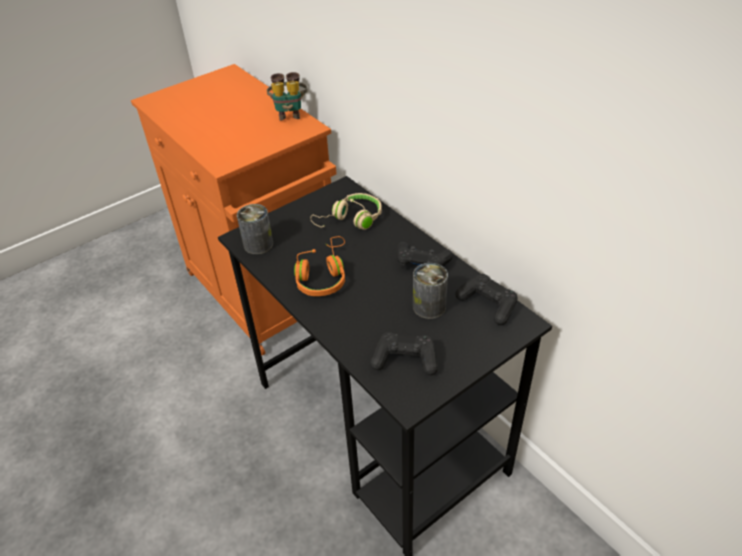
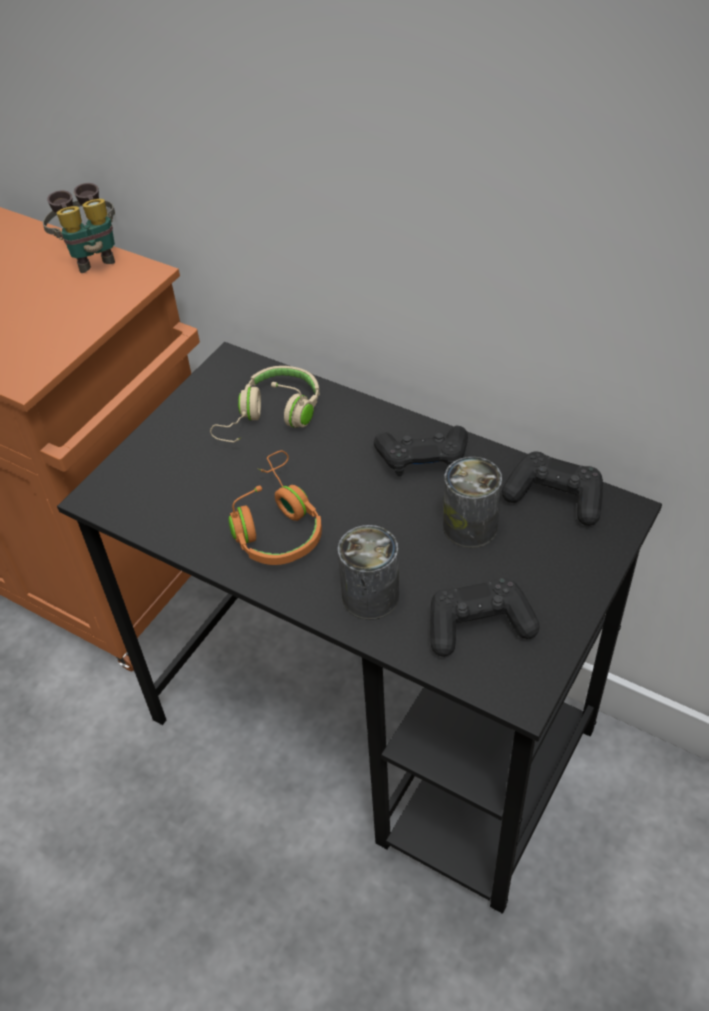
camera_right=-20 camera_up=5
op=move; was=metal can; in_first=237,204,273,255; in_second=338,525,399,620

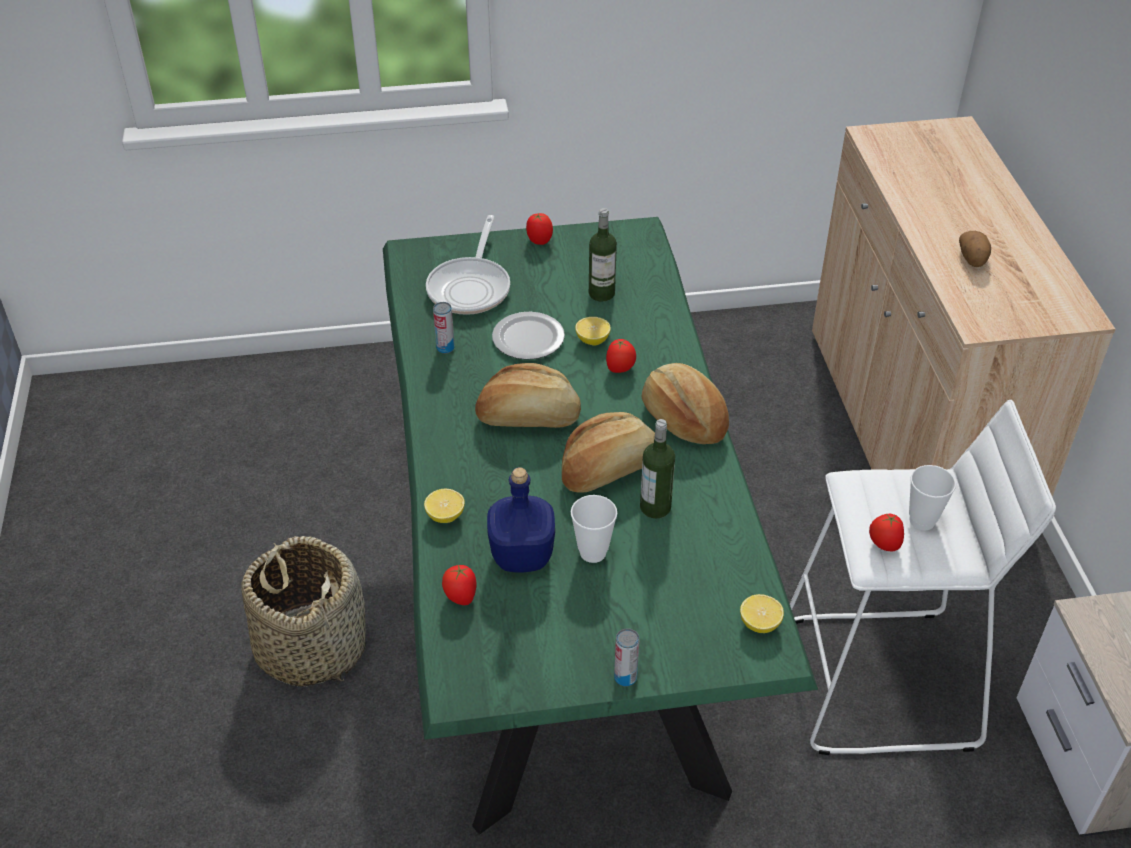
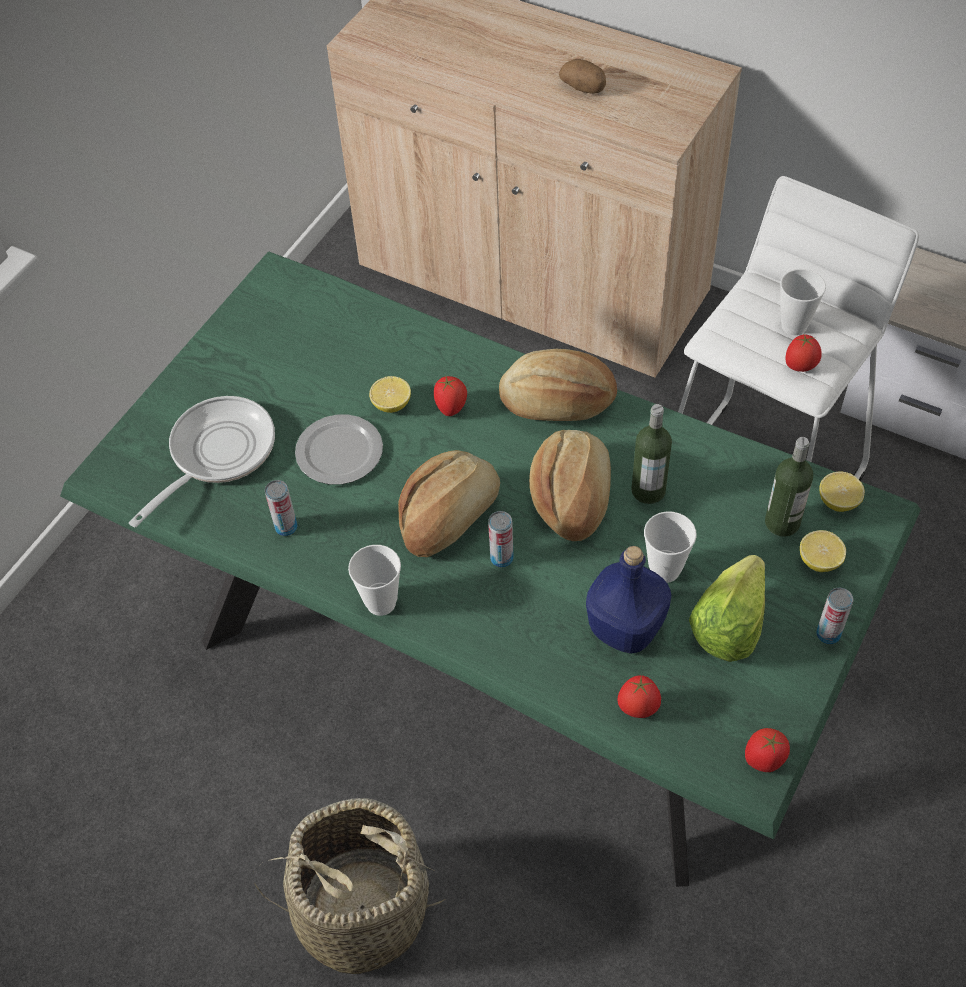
camera_right=-50 camera_up=10
op=move; was=beverage bottle; in_first=589,208,617,302; in_second=765,437,813,537
op=move; was=whole tomato; in_first=526,213,553,245; in_second=745,728,790,772
op=rotate; was=skillet; in_first=426,215,510,315; in_second=129,396,275,527; clockwise=-105
op=move; was=whole lemon; in_first=424,489,465,523; in_second=800,530,846,572
op=insert; now=metal can; in_second=488,511,513,567
op=insert; now=small cup; in_second=348,545,401,616
op=insert; now=lettuce head; in_second=689,555,765,662

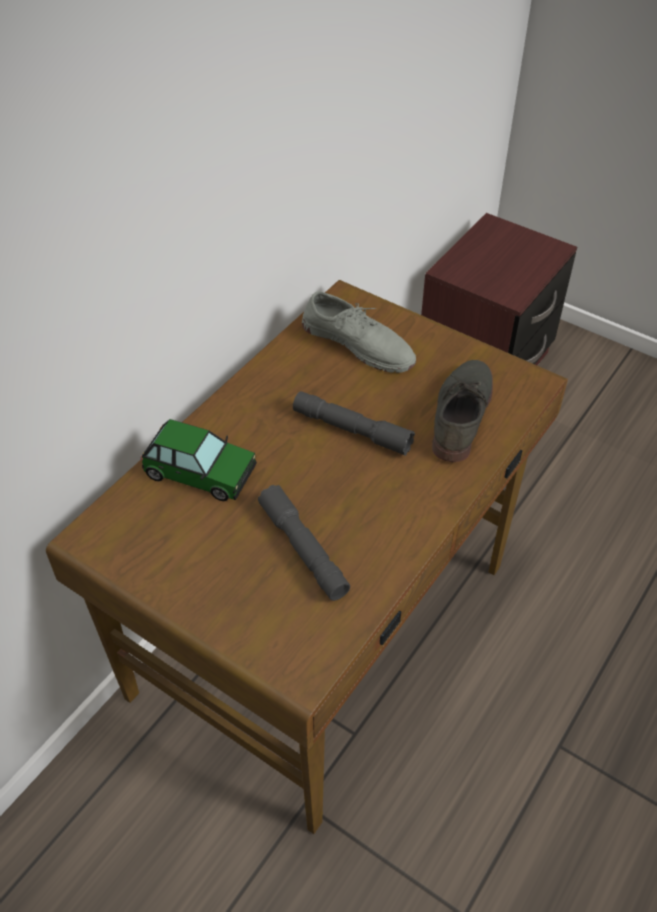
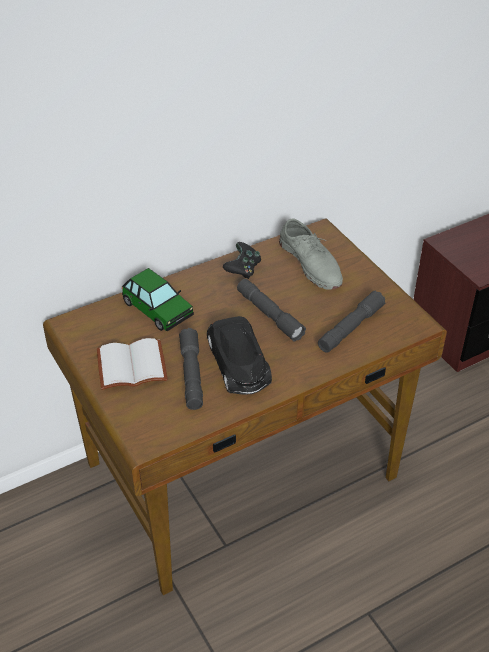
camera_right=25 camera_up=-5
op=replace; was=grey item of footwear; now=grey flashlight; in_first=432,360,493,463; in_second=318,291,386,353
op=insert; now=black game controller; in_second=223,242,261,279
op=insert; now=black toy car; in_second=207,316,272,395
op=insert; now=whitish volume; in_second=97,338,168,390

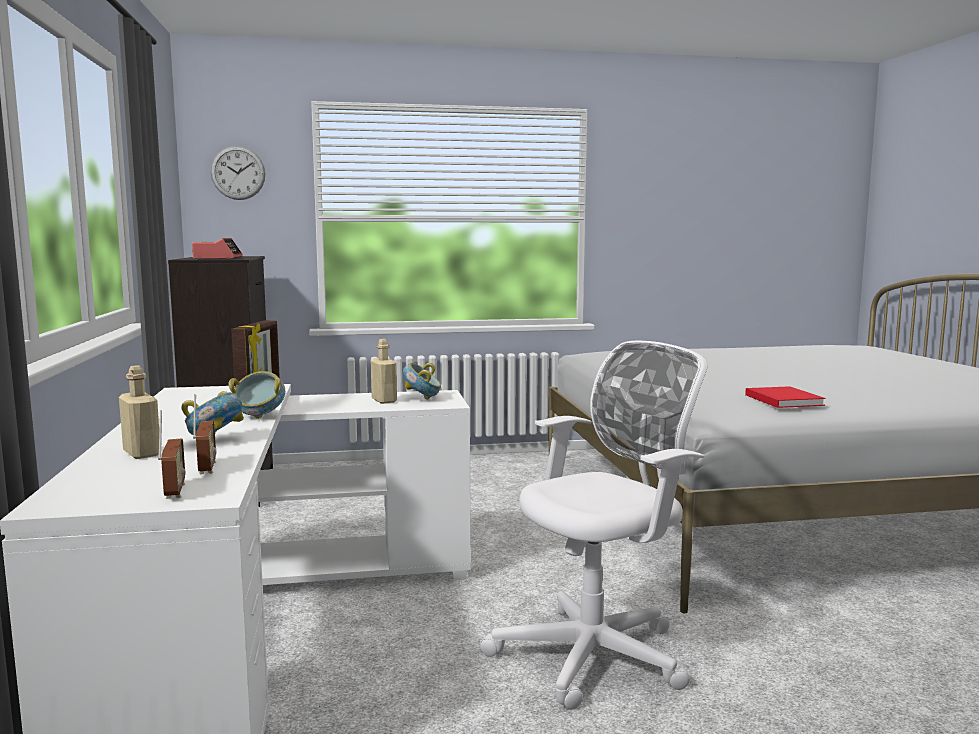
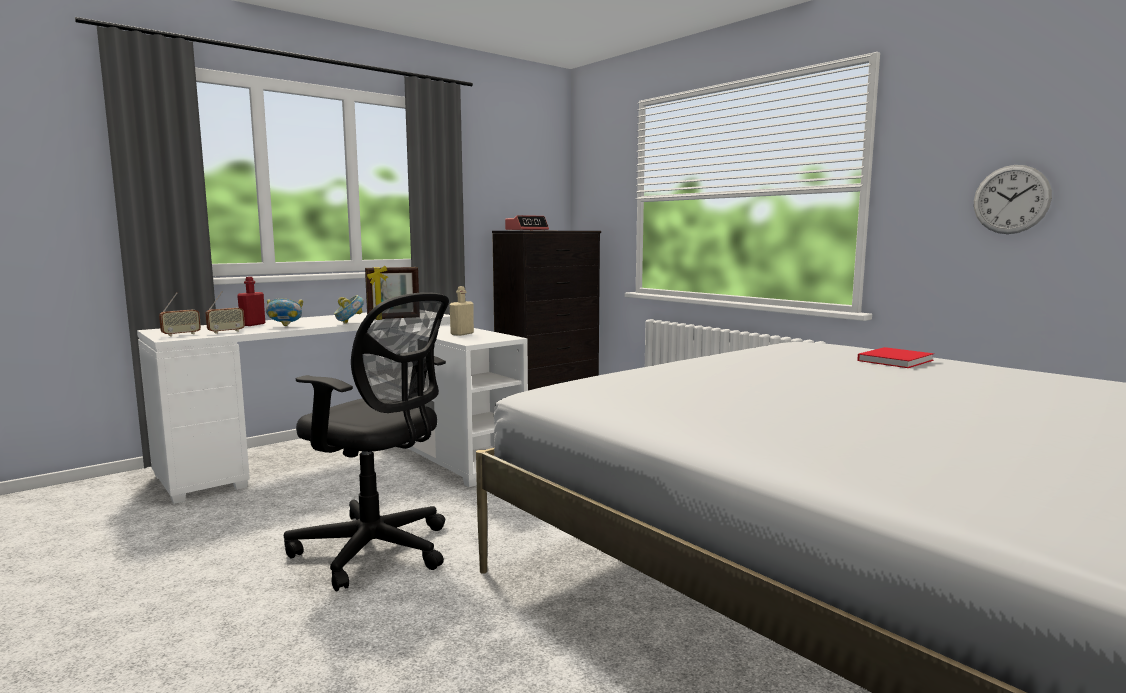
camera_right=60 camera_up=0
op=move; was=clock on the wall; in_first=211,146,265,200; in_second=974,165,1052,234
op=recolor; was=whitish office chair; now=black office chair; in_first=480,341,708,710; in_second=284,292,449,592
op=delete; was=bowl; in_first=403,363,441,400
op=recolor; was=beige beverage bottle; now=red-coloured beverage bottle; in_first=119,365,159,459; in_second=237,277,265,326
op=move; was=red-coloured volume; in_first=745,386,825,408; in_second=857,347,934,368

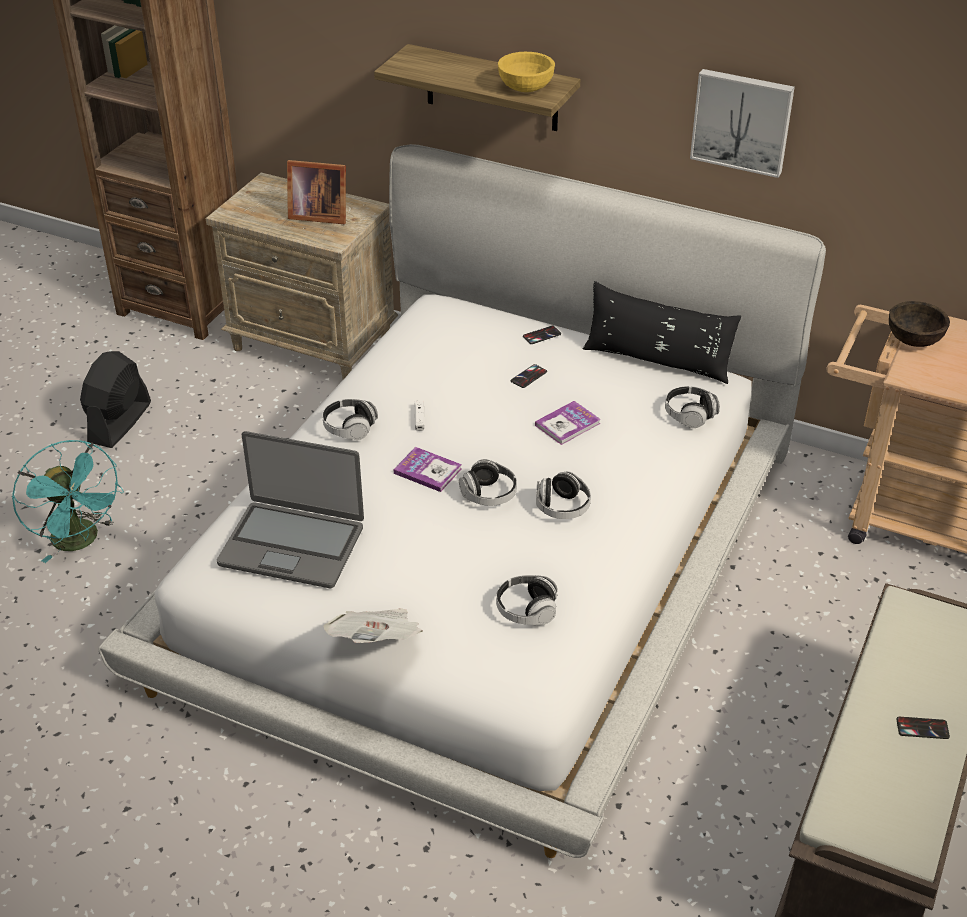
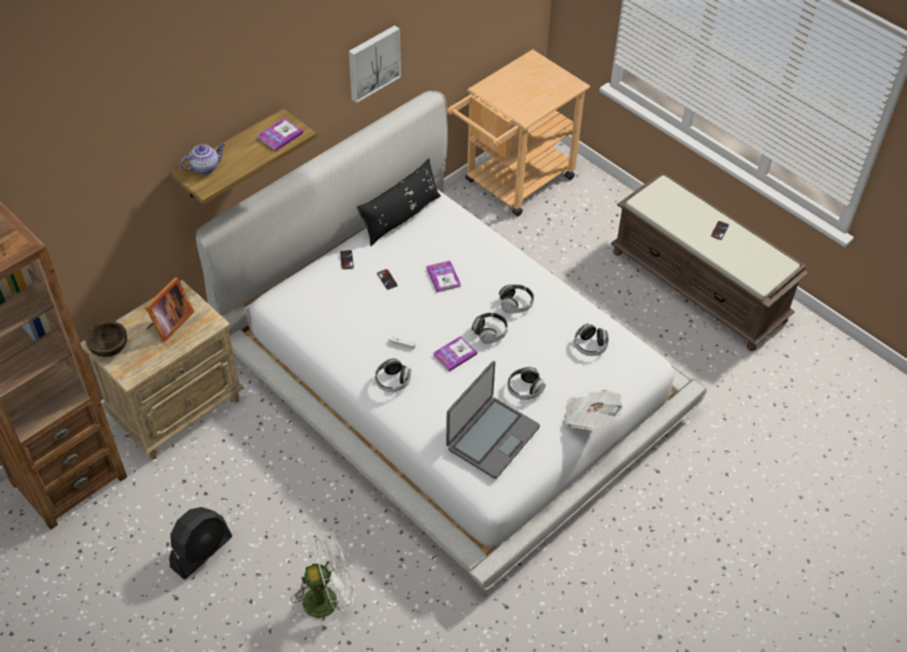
camera_right=-70 camera_up=10
op=replace; was=yellow bowl; now=volume; in_first=498,52,555,92; in_second=257,118,303,151
op=move; was=brownish bowl; in_first=889,301,950,347; in_second=85,321,127,357
op=rotate; was=black fan; in_first=80,351,151,448; in_second=169,507,232,579; clockwise=-90
op=move; was=headset; in_first=665,386,720,428; in_second=507,367,545,400
op=recolor; was=blue-green fan; now=whitish fan; in_first=12,440,124,563; in_second=291,532,354,627
op=insert; now=teapot; in_second=180,144,225,174

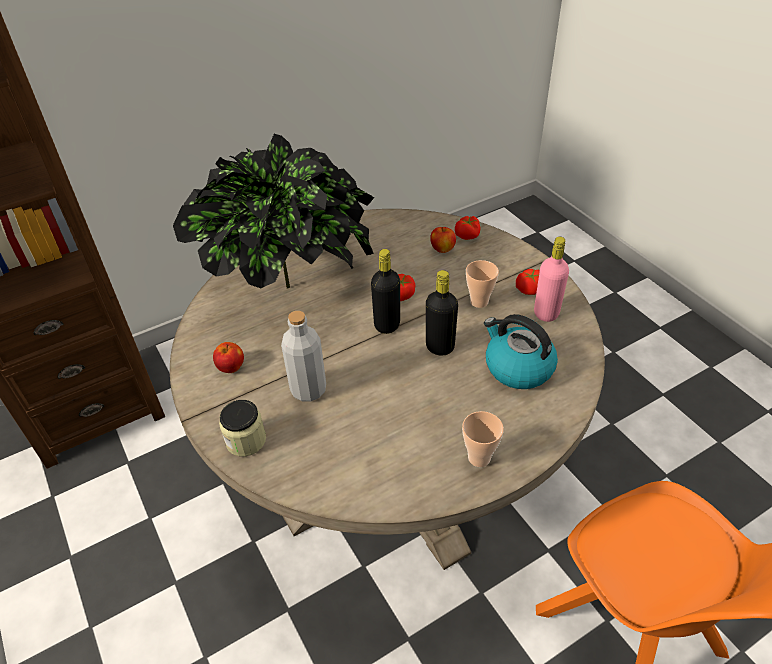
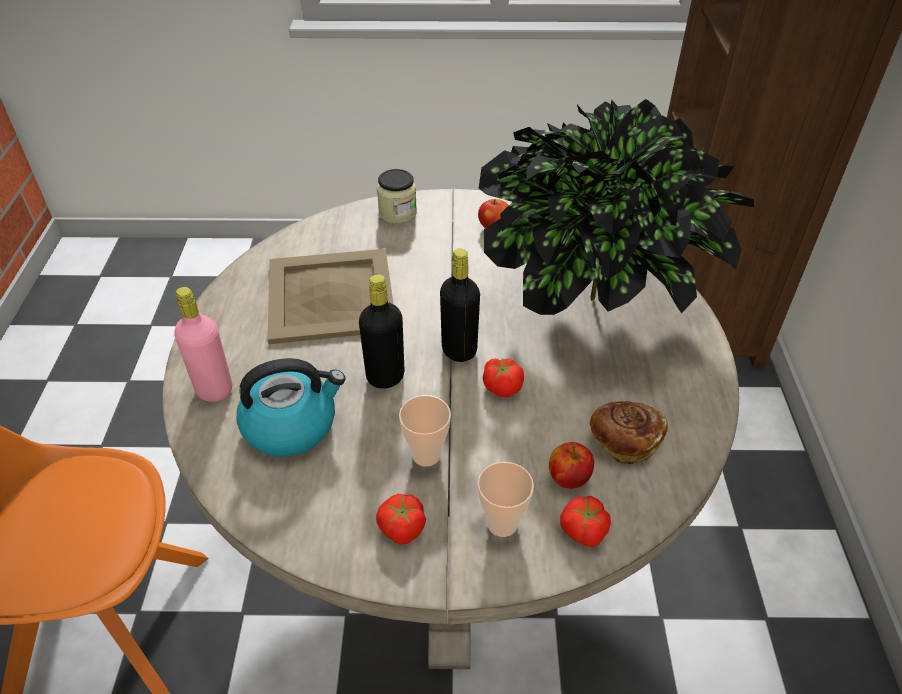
camera_right=120 camera_up=0
op=move; was=pink beverage bottle; in_first=534,237,569,322; in_second=175,287,232,402
op=delete; was=grey beverage bottle; in_first=281,311,326,401
op=move; was=small cup; in_first=462,411,504,467; in_second=478,462,534,537
op=insert; now=beige serving tray; in_second=268,249,393,344
op=insert; now=bakery bread; in_second=590,401,668,464

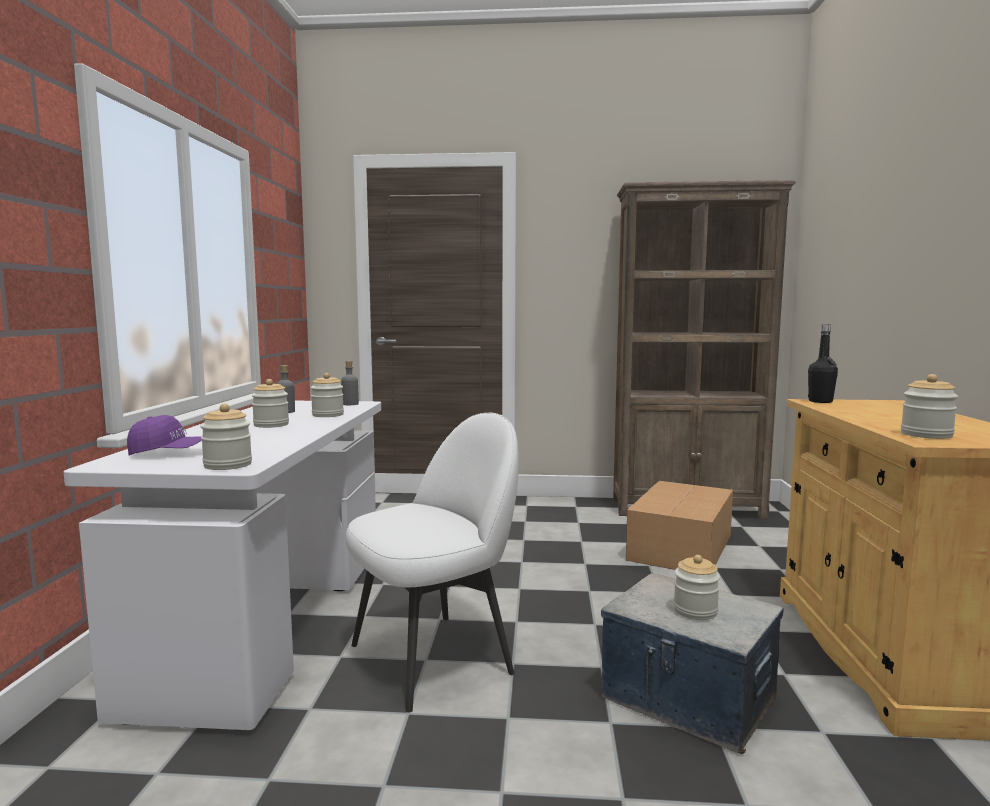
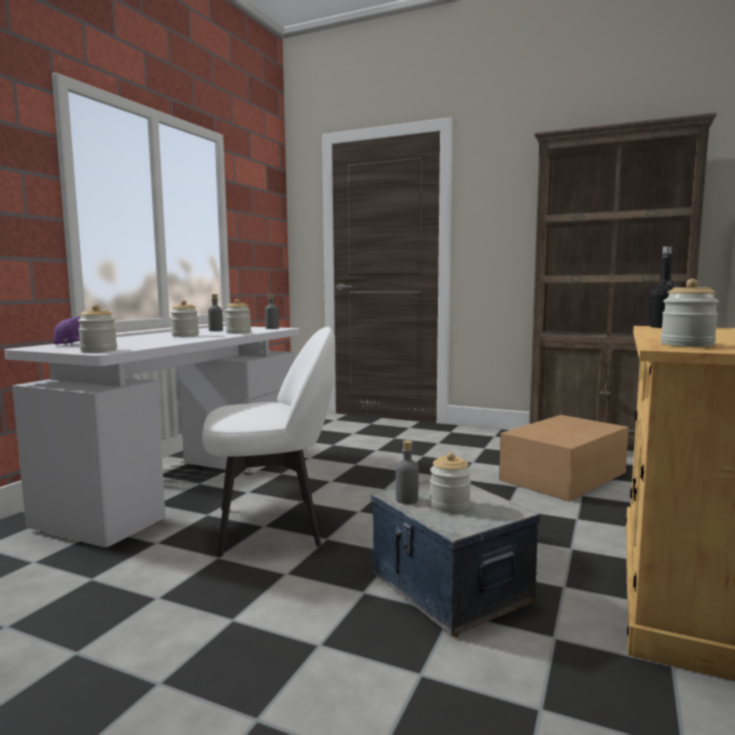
camera_right=20 camera_up=0
op=insert; now=grey beverage bottle; in_second=396,440,419,504

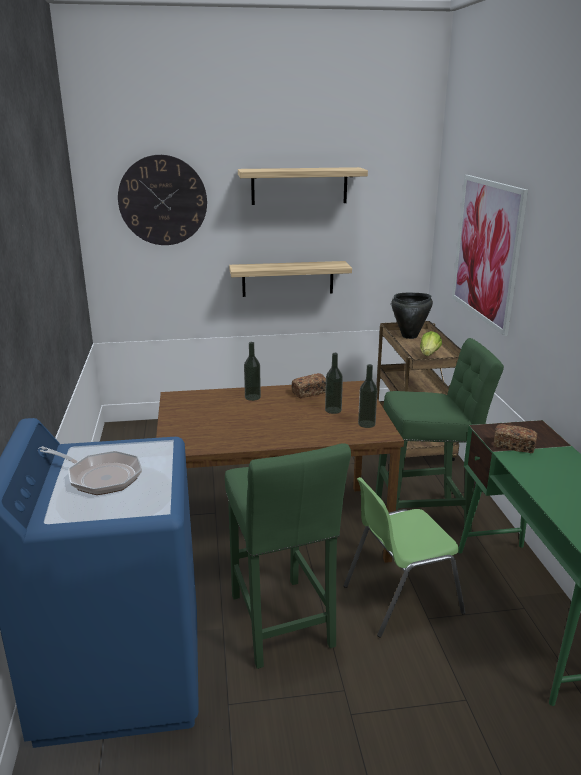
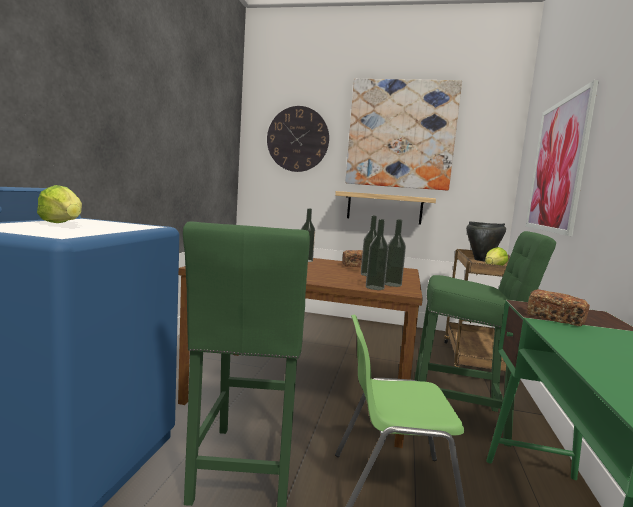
camera_right=20 camera_up=-15
op=replace; was=shelf; now=wall picture; in_first=238,167,368,205; in_second=345,79,462,191
op=replace; was=skillet; now=lettuce head; in_first=38,446,142,495; in_second=37,185,82,223
op=insert; now=beverage bottle; in_second=366,219,388,290

